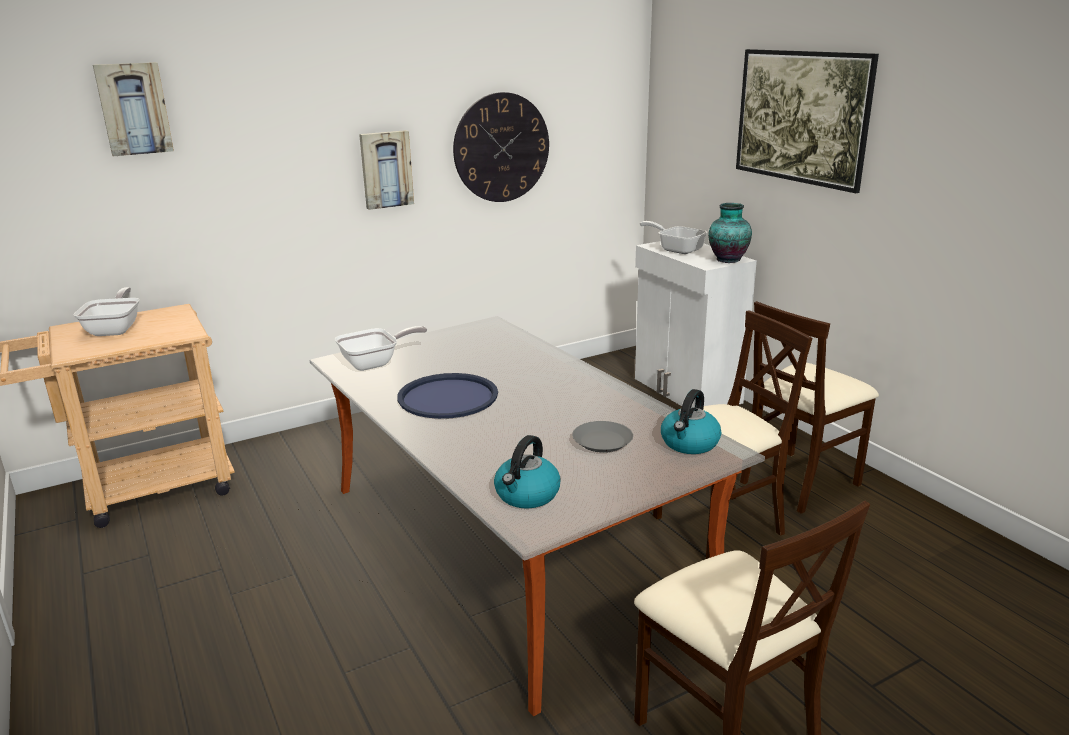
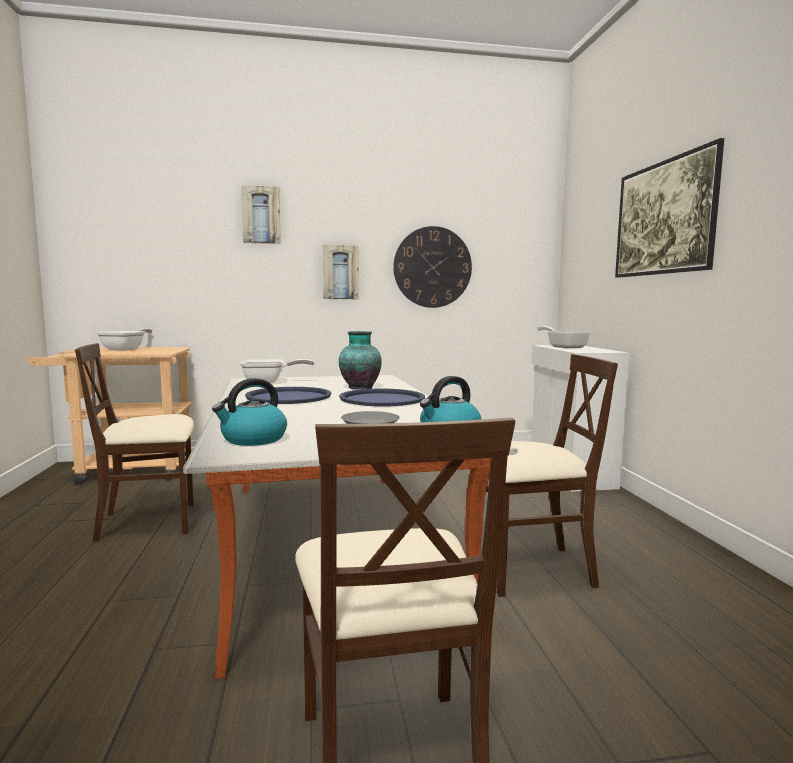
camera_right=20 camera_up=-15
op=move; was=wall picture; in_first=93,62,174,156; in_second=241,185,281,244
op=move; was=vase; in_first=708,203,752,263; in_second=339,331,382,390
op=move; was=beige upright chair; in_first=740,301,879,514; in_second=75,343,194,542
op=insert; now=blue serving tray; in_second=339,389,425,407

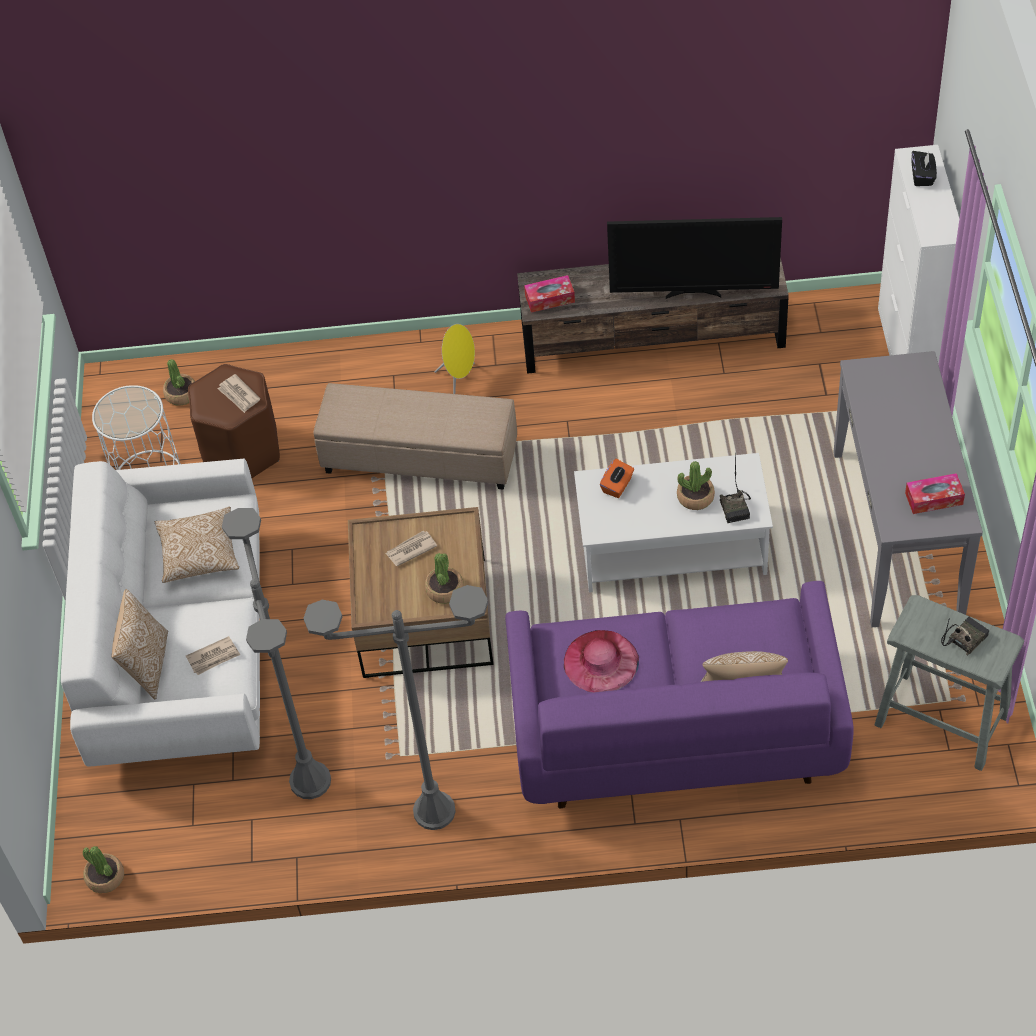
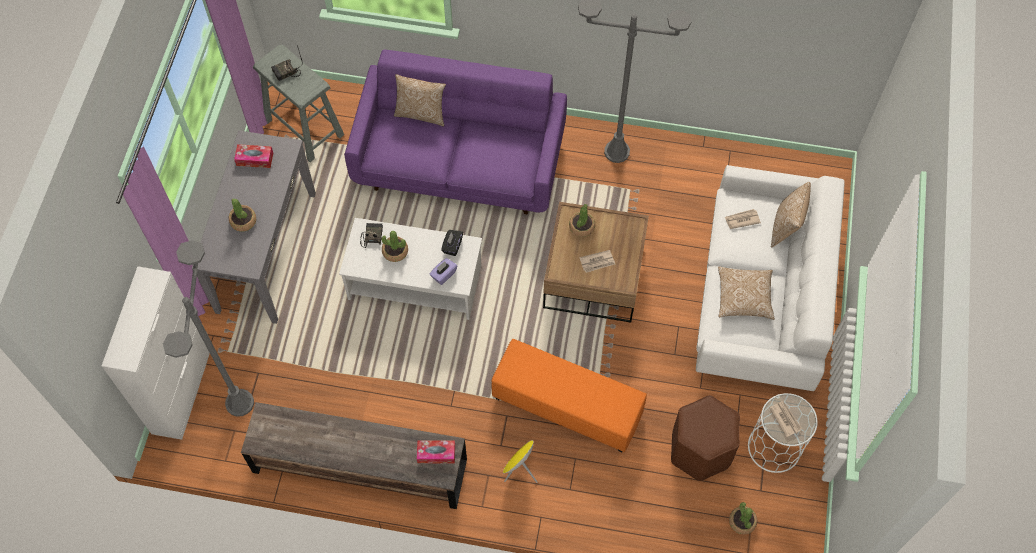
camera_right=-170 camera_up=10
op=move; was=black tissue box; in_first=912,151,937,186; in_second=441,230,463,256
op=delete; was=TV; in_first=607,217,782,299
op=move; was=daily paper; in_first=218,374,260,413; in_second=769,401,802,437
op=recolor; was=beige ottoman; now=orange ottoman; in_first=313,383,517,490; in_second=491,339,647,452
op=recolor; was=orange tissue box; now=purple tissue box; in_first=600,459,634,498; in_second=430,258,457,285
op=move; was=grey floor lamp; in_first=222,508,331,799; in_second=163,240,254,417
op=delete; was=pink clothing hat; in_first=564,630,639,693
op=move; was=plant in a pot; in_first=83,846,124,893; in_second=229,198,256,232

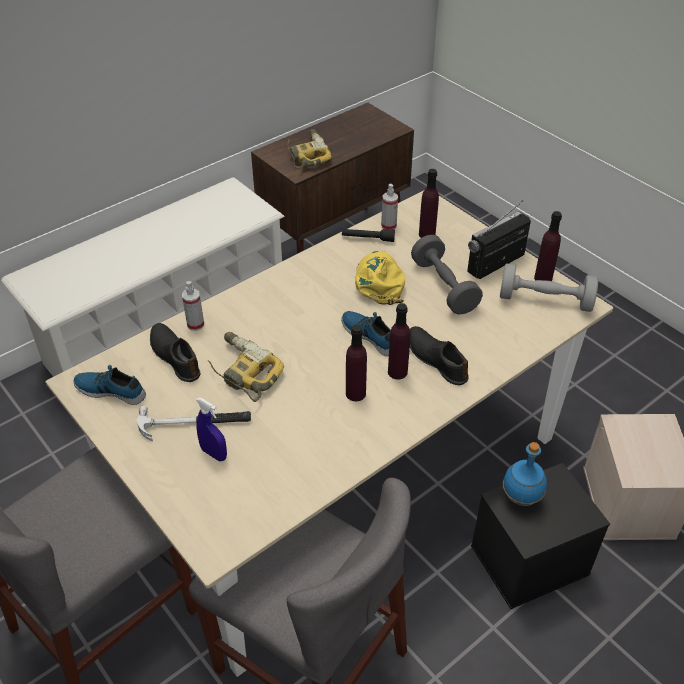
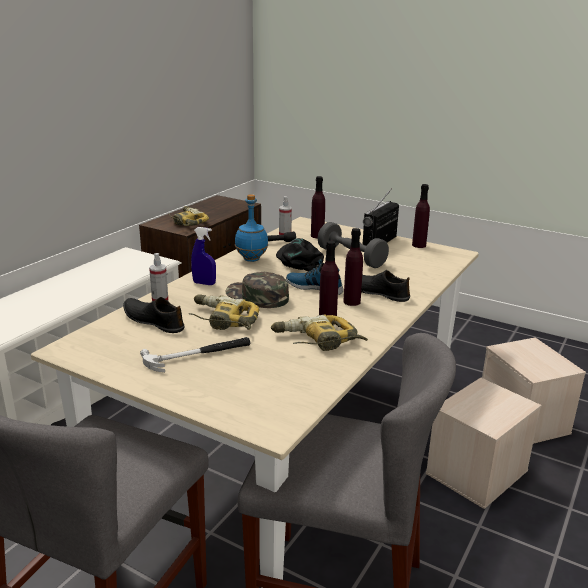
camera_right=-20 camera_up=-20
op=recolor; was=yellow peaked cap; now=black peaked cap; in_first=355,251,405,305; in_second=276,238,324,271
op=delete; was=grey hand weight; in_first=500,263,598,312
op=delete; was=item of footwear; in_first=74,365,146,405
op=move; was=blue hand sprayer; in_first=196,398,227,461; in_second=191,227,216,285
op=move; was=blue beverage bottle; in_first=503,442,547,506; in_second=235,194,268,262
op=recolor; was=black storage bin; now=beige storage bin; in_first=471,463,610,609; in_second=426,378,541,509
op=insert; now=green peaked cap; in_second=225,272,289,308
op=insert; now=drill; in_second=271,314,368,351

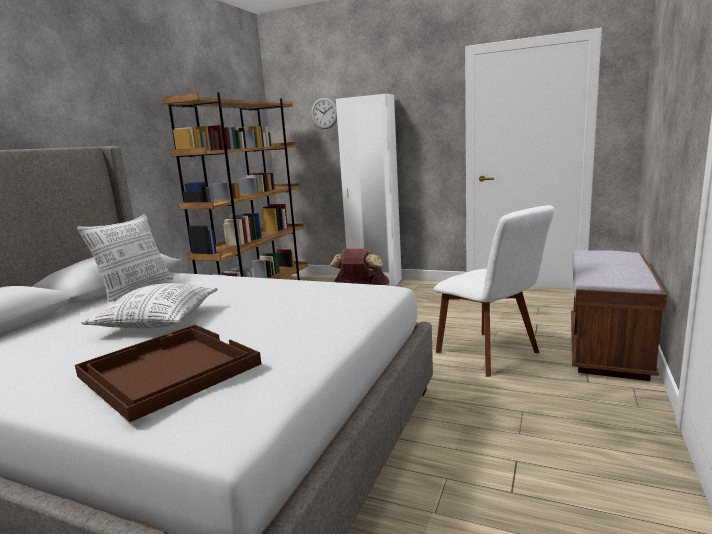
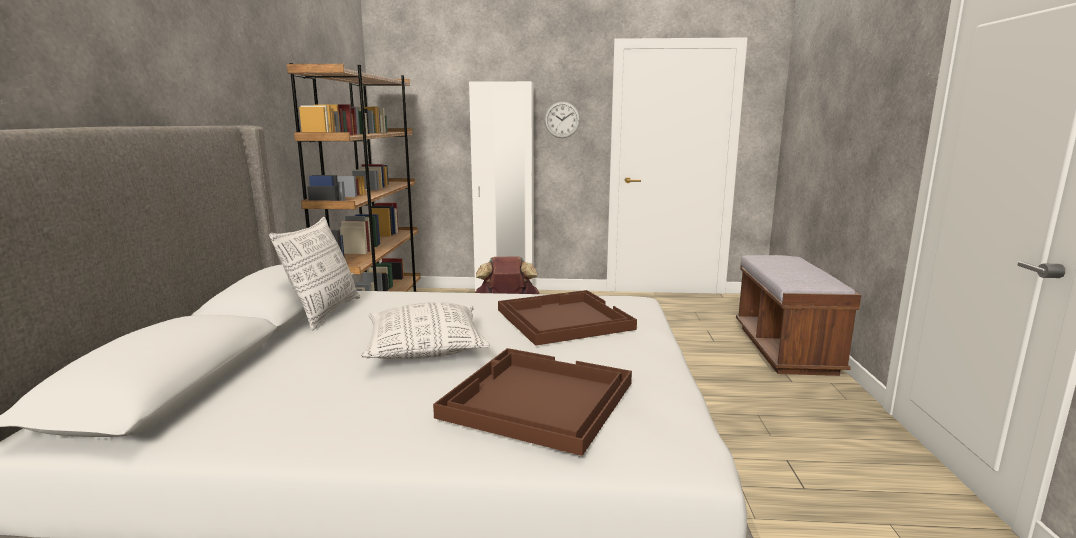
camera_right=-20 camera_up=0
op=move; was=clock on the wall; in_first=311,98,337,129; in_second=544,101,580,138
op=delete; was=whitish upright chair; in_first=433,205,555,377
op=insert; now=brownish serving tray; in_second=498,290,637,346

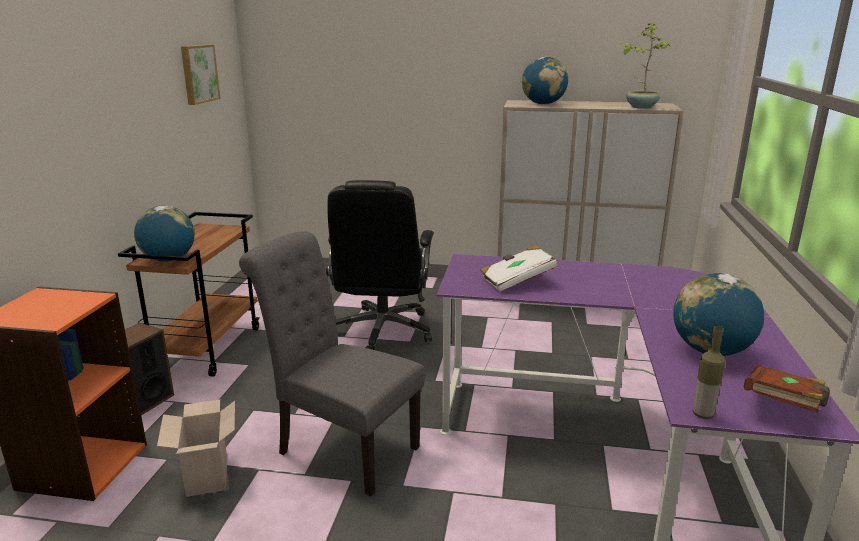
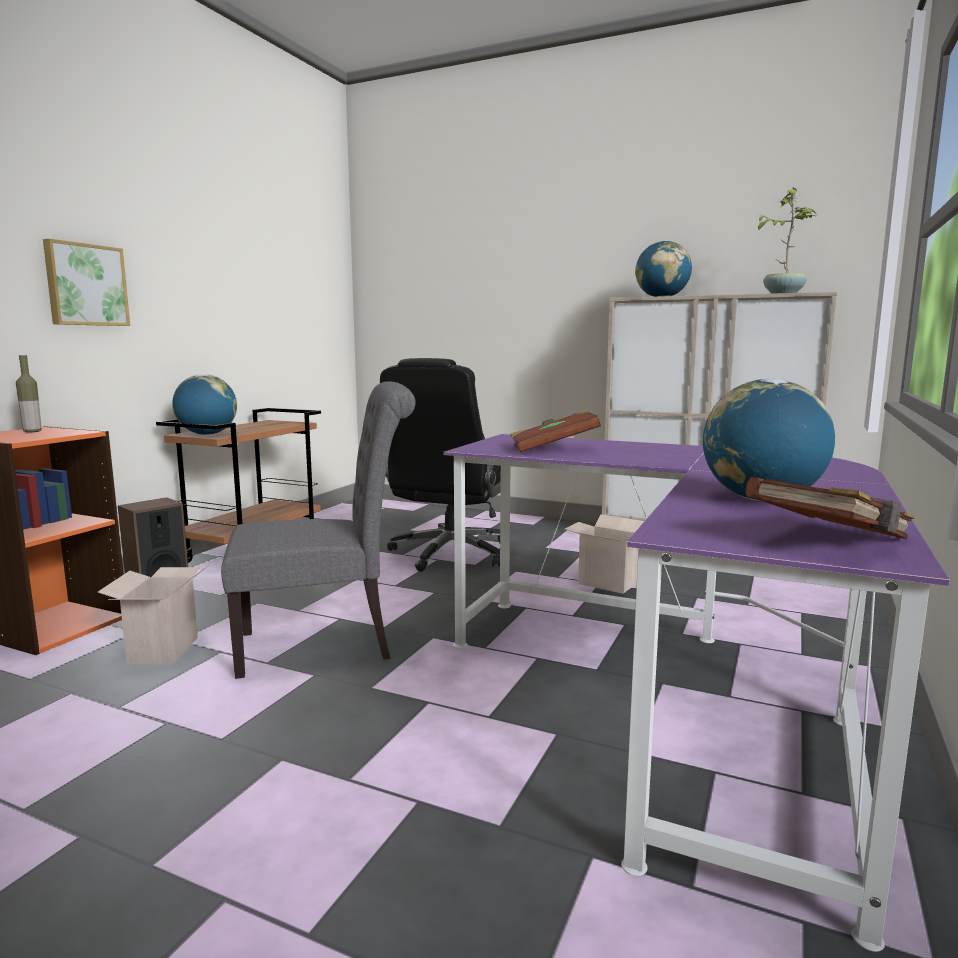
camera_right=15 camera_up=-10
op=move; was=wall picture; in_first=181,45,221,105; in_second=43,239,130,326
op=rotate; was=grey upright chair; in_first=239,231,425,496; in_second=221,381,416,679; clockwise=120
op=recolor; was=whitish volume; now=brownish volume; in_first=480,245,558,292; in_second=510,409,601,452
op=move; was=beverage bottle; in_first=693,326,726,419; in_second=16,355,42,433
op=insert; now=cardboard box; in_second=565,515,644,594

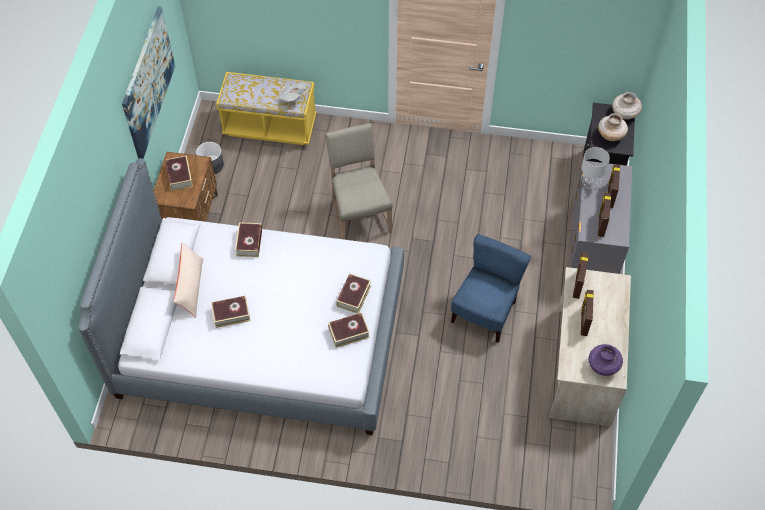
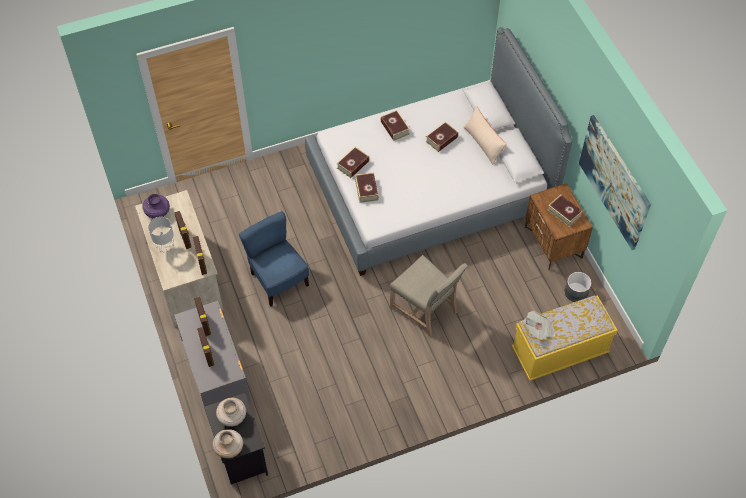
camera_right=150 camera_up=0
op=move; was=grey table lamp; in_first=581,147,610,189; in_second=148,217,174,253
op=move; was=volume; in_first=235,222,262,257; in_second=381,110,410,141
op=rotate; was=blue upright chair; in_first=451,234,531,343; in_second=239,211,309,307; clockwise=150

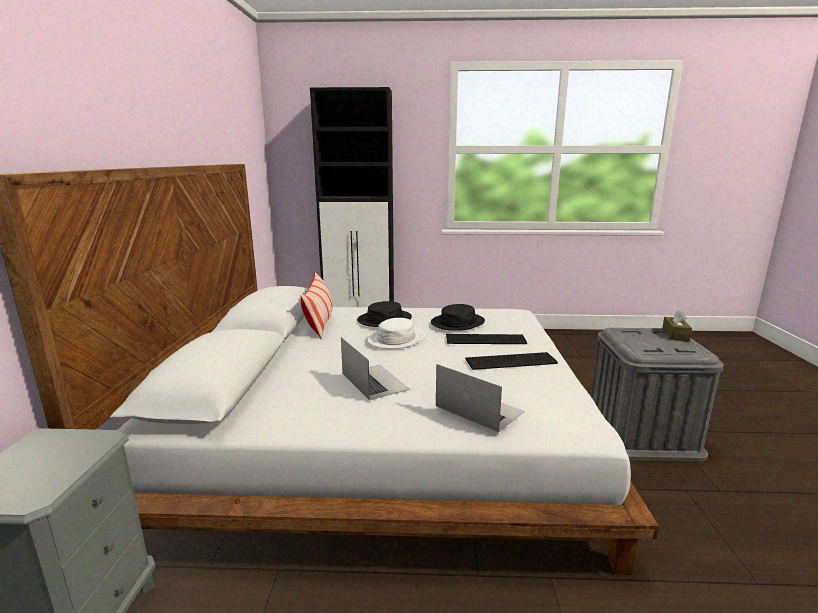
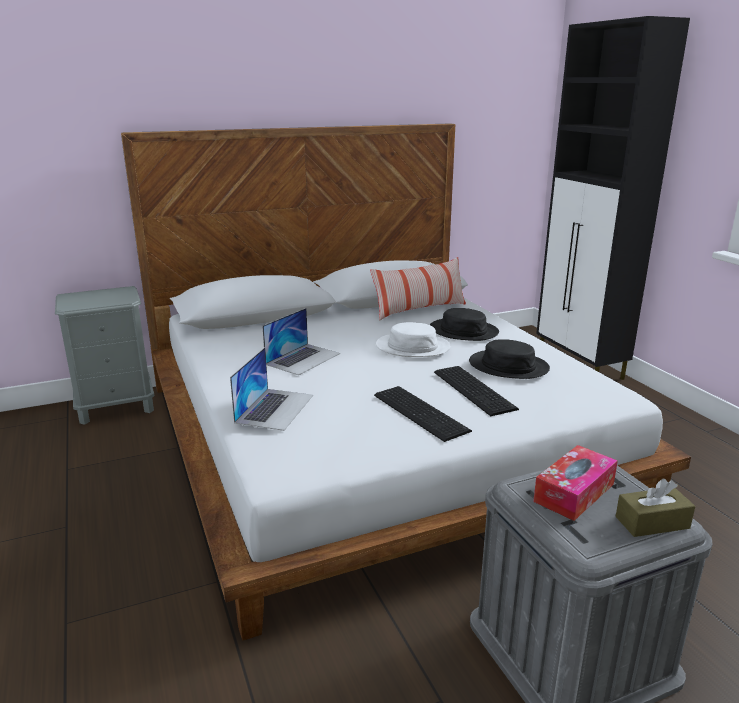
camera_right=65 camera_up=5
op=insert; now=tissue box; in_second=533,445,618,521

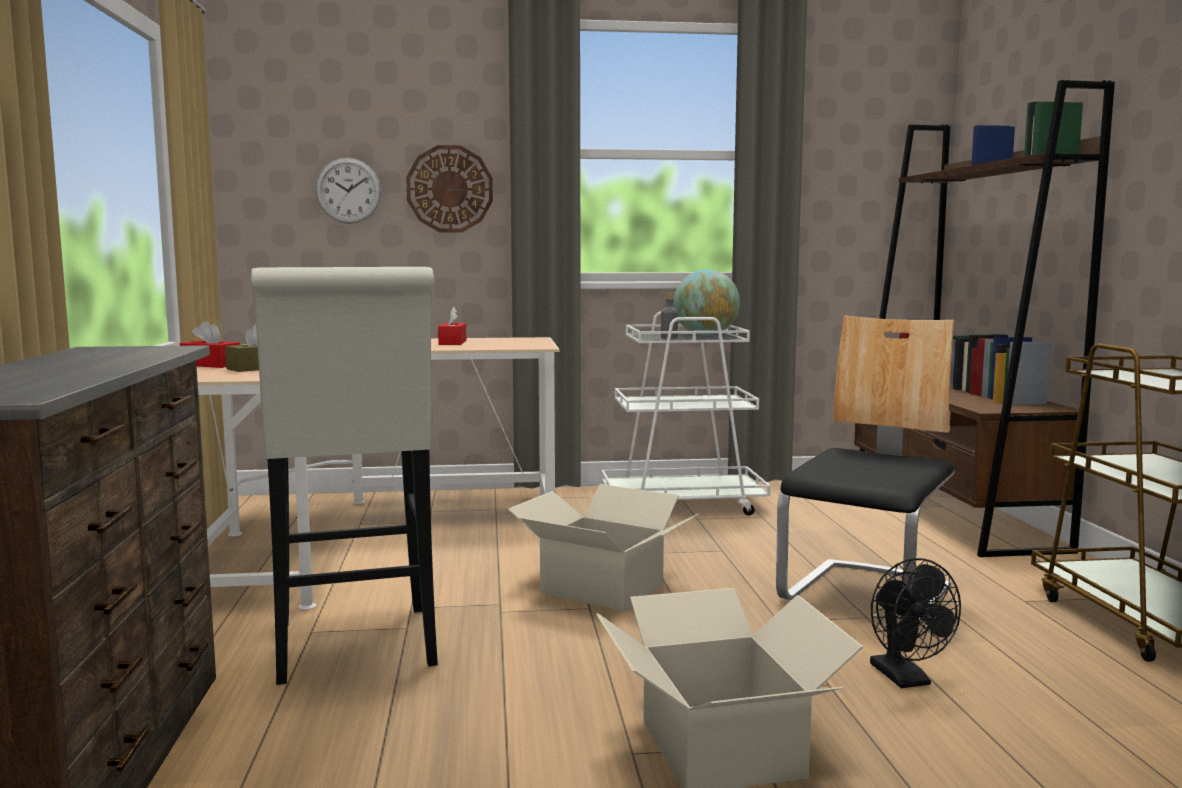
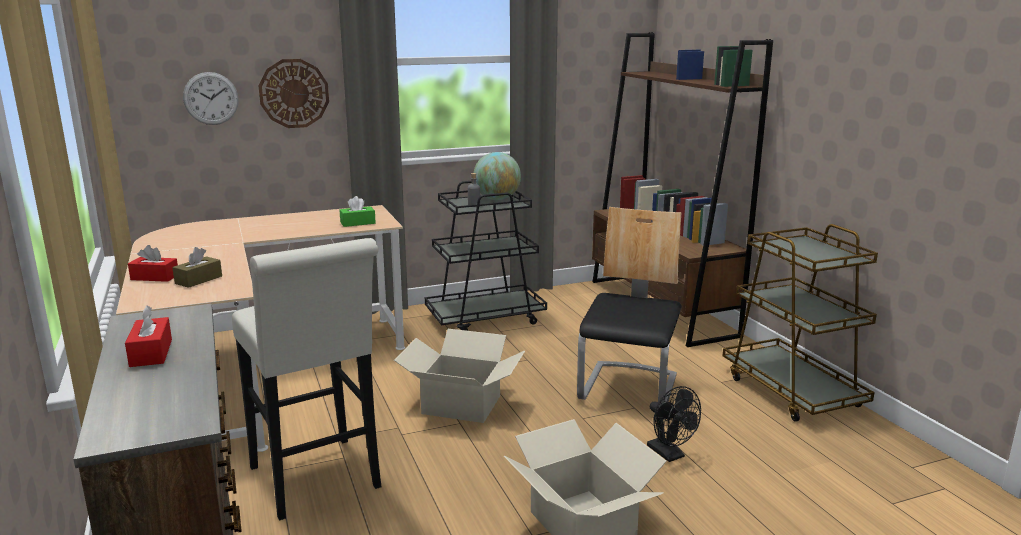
camera_right=-15 camera_up=10
op=move; was=red-coloured tissue box; in_first=438,307,466,345; in_second=125,306,172,367
op=recolor; was=whitish trolley; now=black trolley; in_first=601,311,771,516; in_second=425,181,547,331
op=insert; now=green tissue box; in_second=340,196,376,227

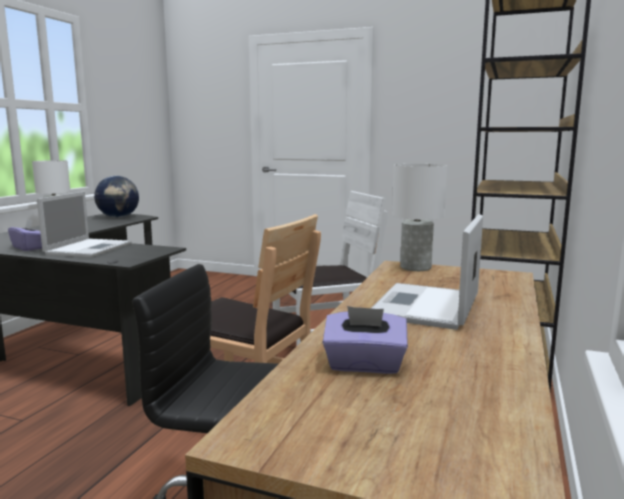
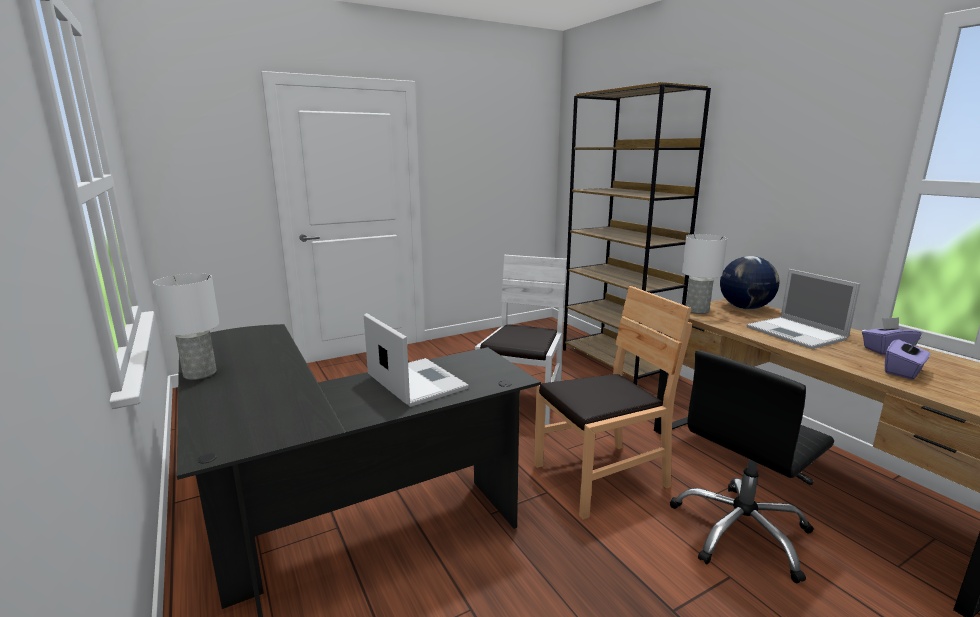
camera_right=-50 camera_up=5
op=move; was=globe; in_first=94,176,139,218; in_second=720,256,780,309
op=move; was=purple tissue box; in_first=8,219,42,251; in_second=862,317,922,355

